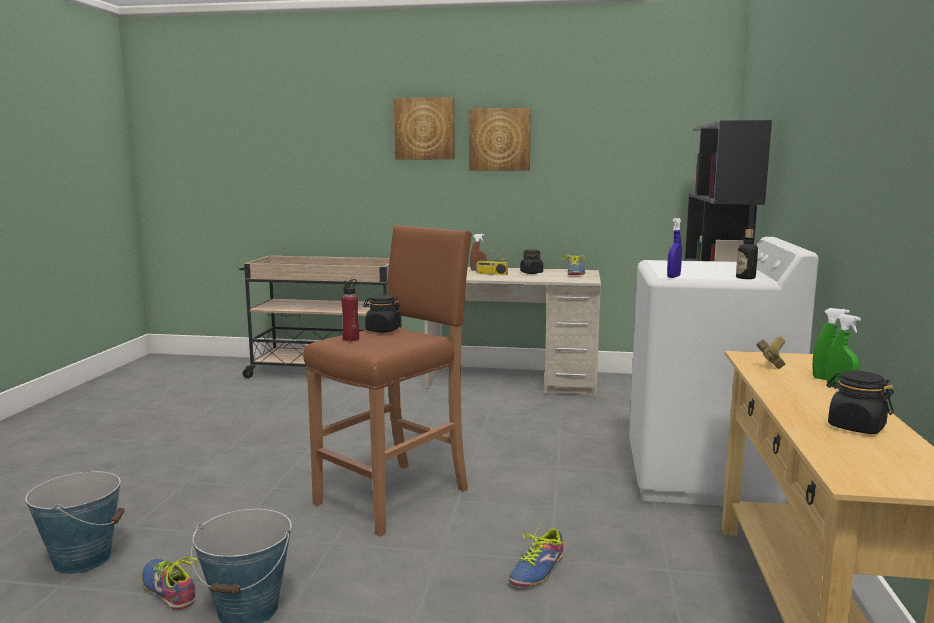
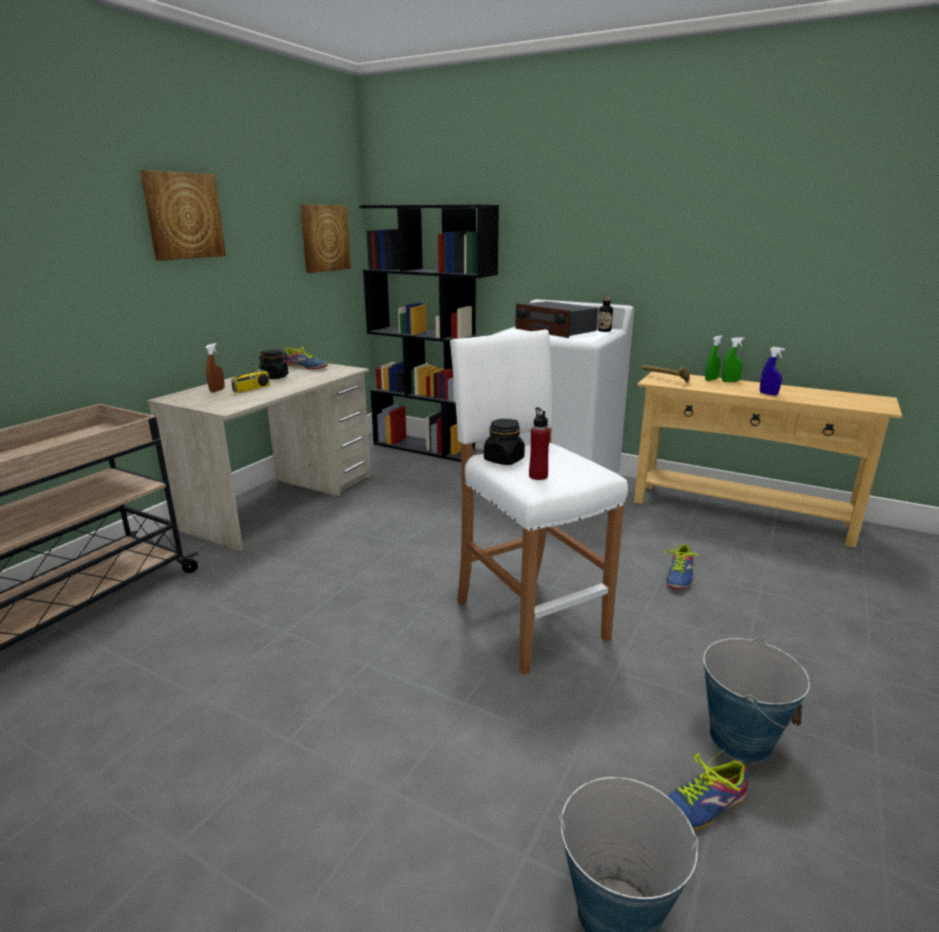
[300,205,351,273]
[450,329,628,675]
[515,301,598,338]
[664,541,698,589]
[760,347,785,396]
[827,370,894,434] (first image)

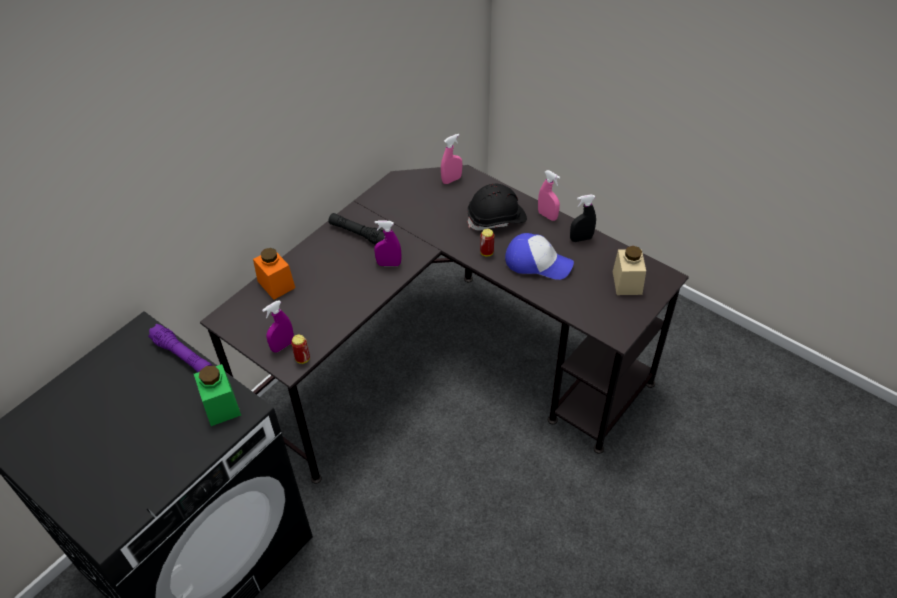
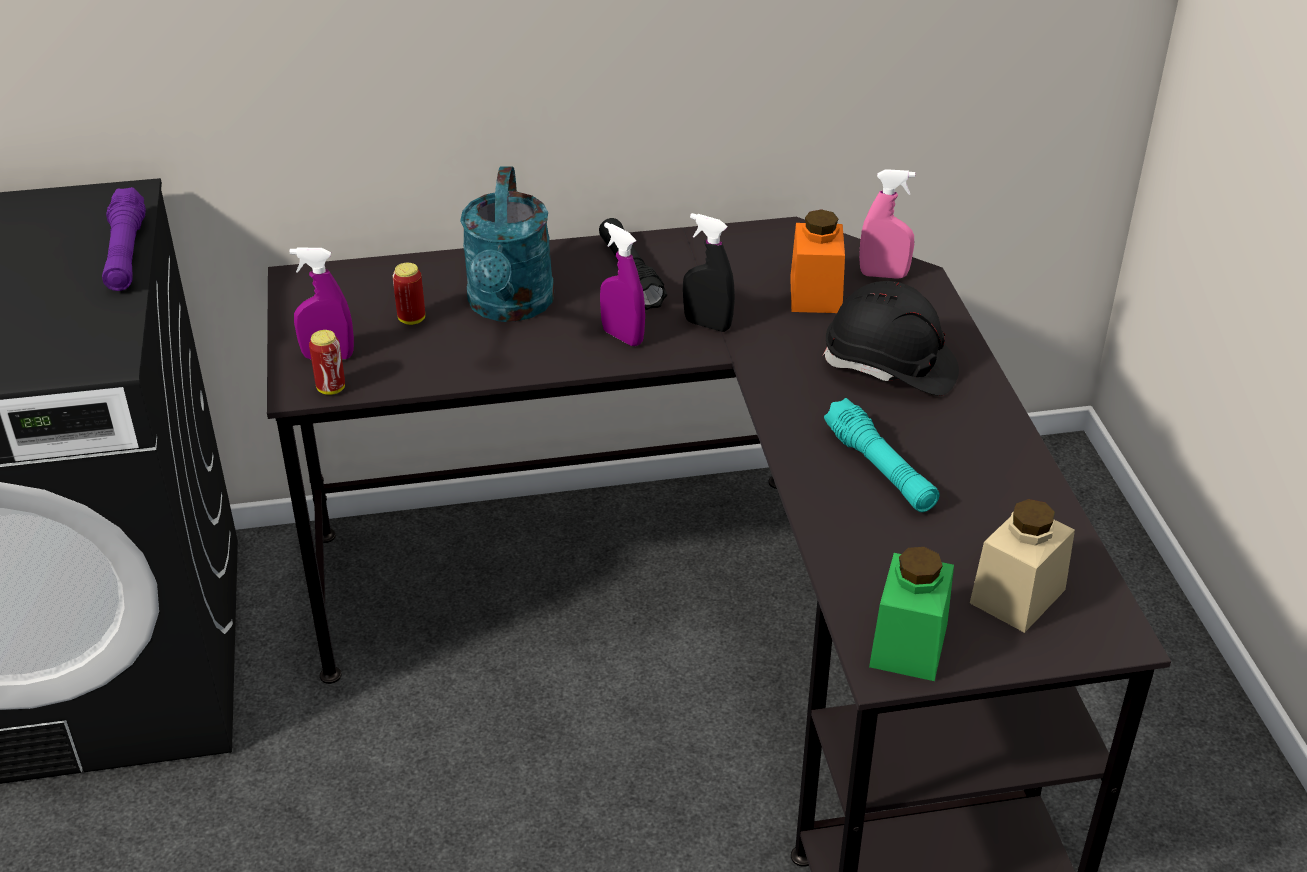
[393,263,425,325]
[460,166,554,322]
[683,213,735,332]
[790,209,845,313]
[824,398,940,512]
[869,547,954,681]
[538,170,560,221] (first image)

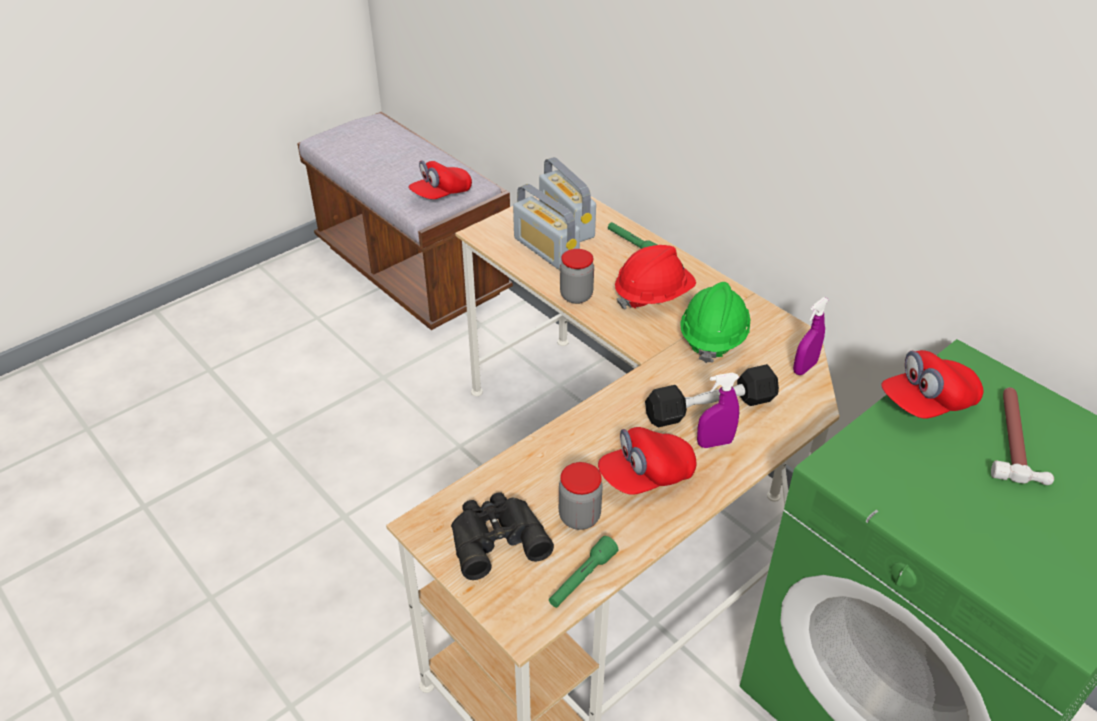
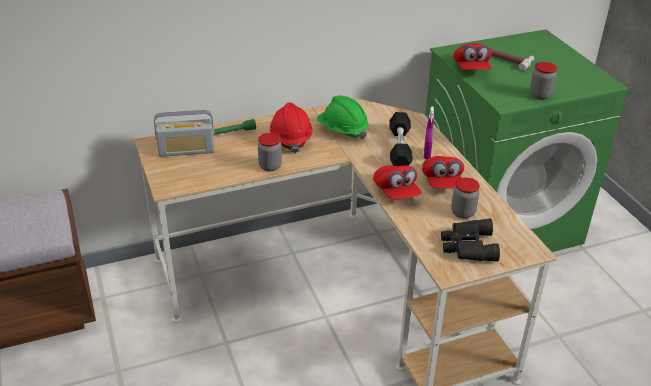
[373,165,422,200]
[530,62,557,100]
[513,184,580,270] (first image)
[549,536,619,608] (first image)
[793,297,829,375] (first image)

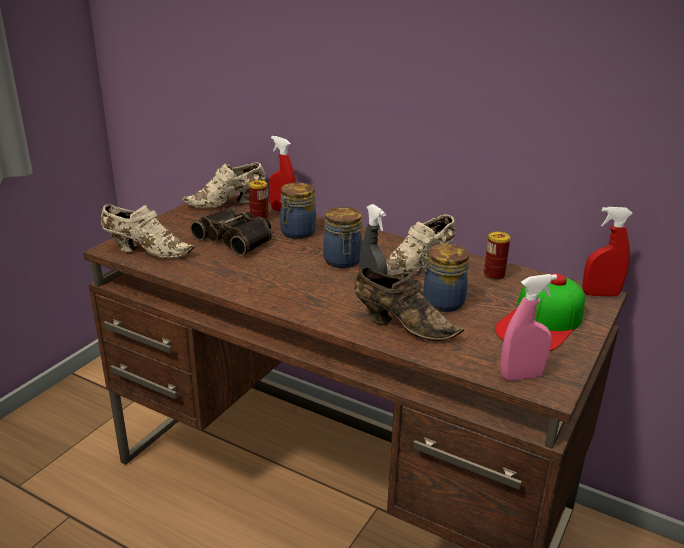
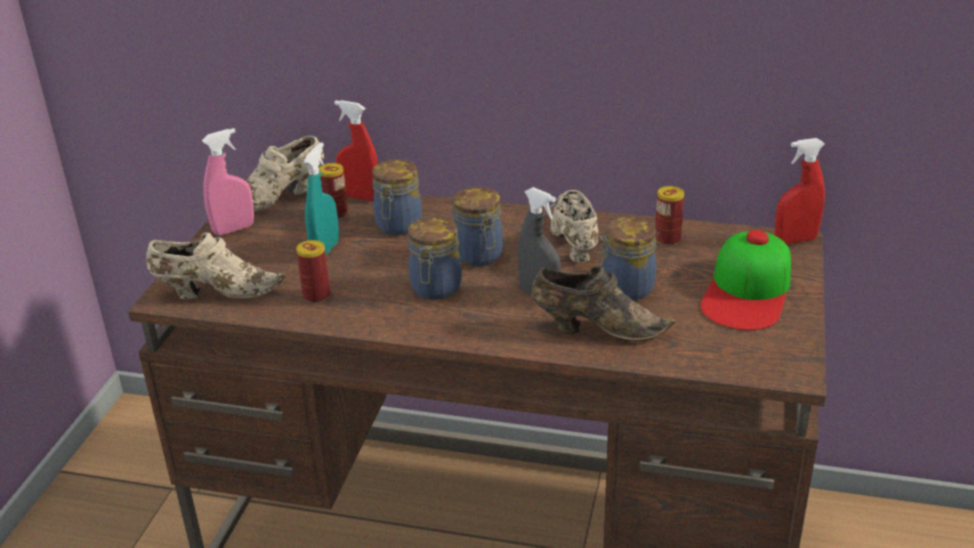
[202,128,254,235]
[296,240,331,303]
[304,142,339,255]
[408,216,462,300]
[550,190,599,263]

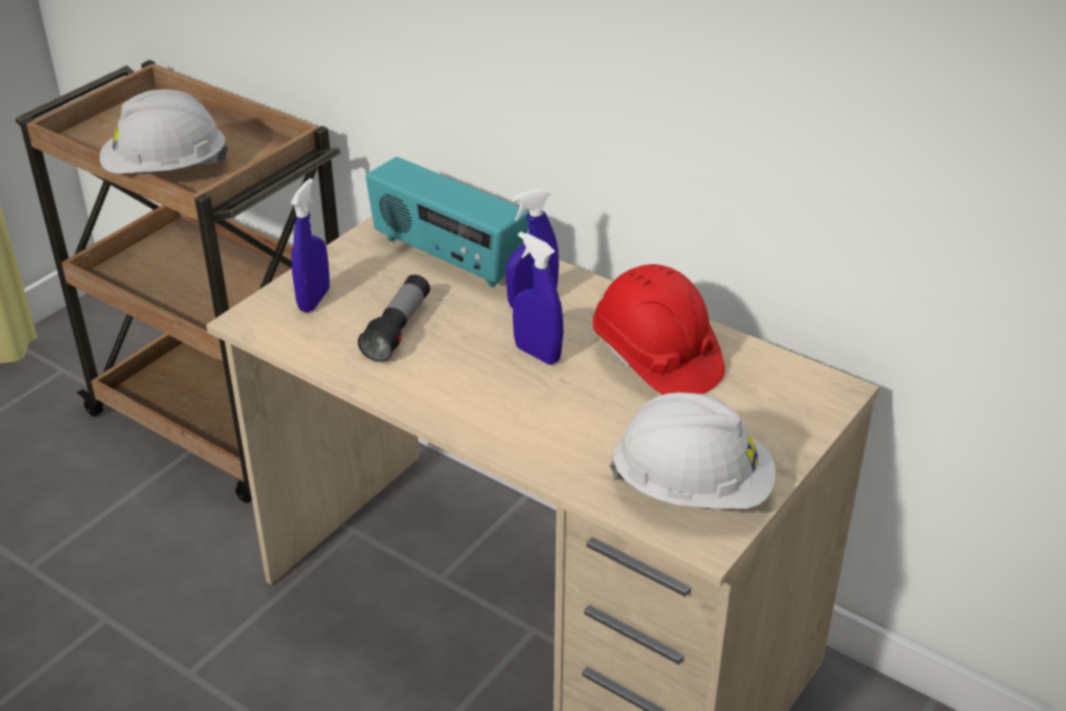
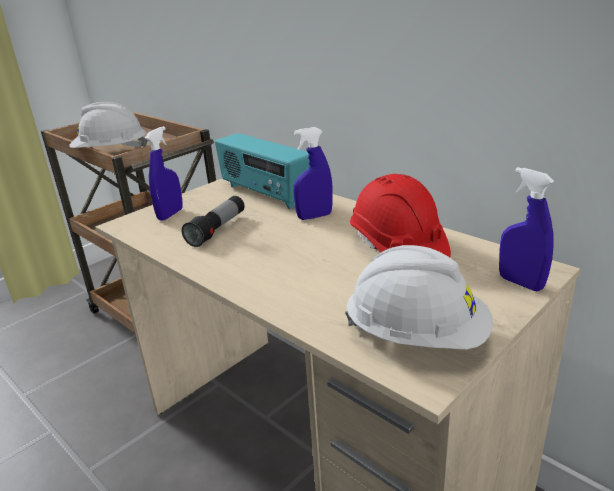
[499,167,554,292]

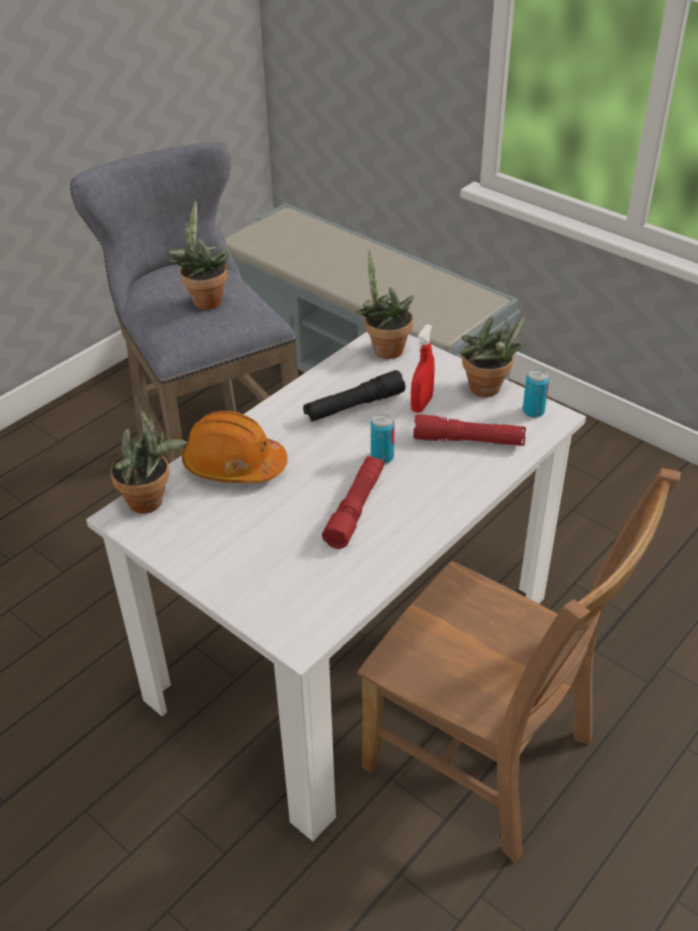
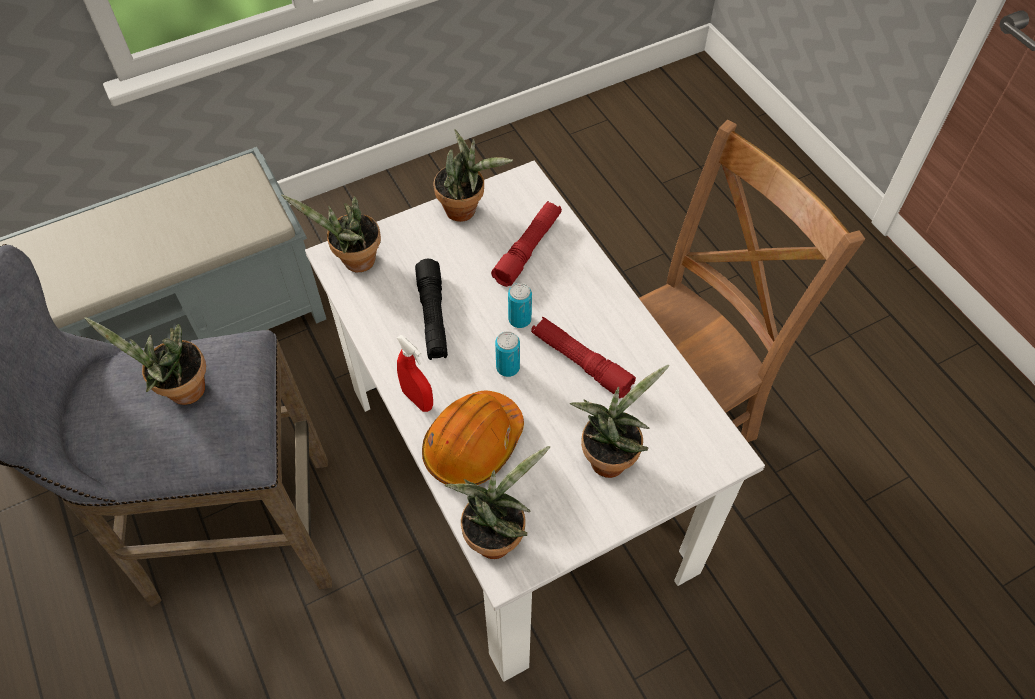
[397,335,433,412]
[495,331,520,377]
[570,365,669,478]

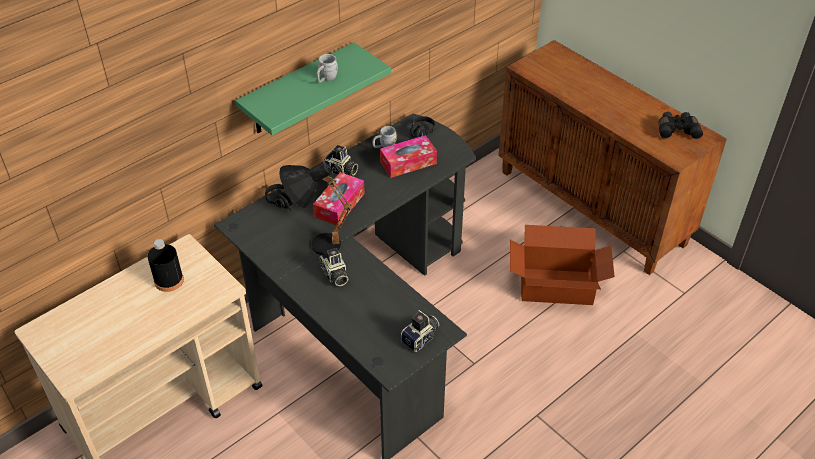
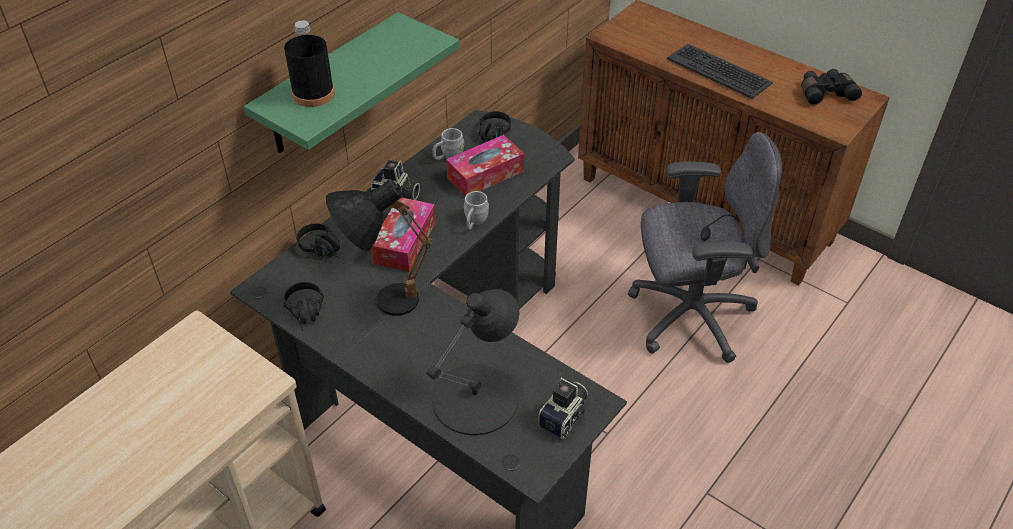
[283,282,324,331]
[284,20,335,107]
[426,289,519,435]
[464,191,489,229]
[628,132,782,363]
[667,44,773,99]
[319,248,348,286] (first image)

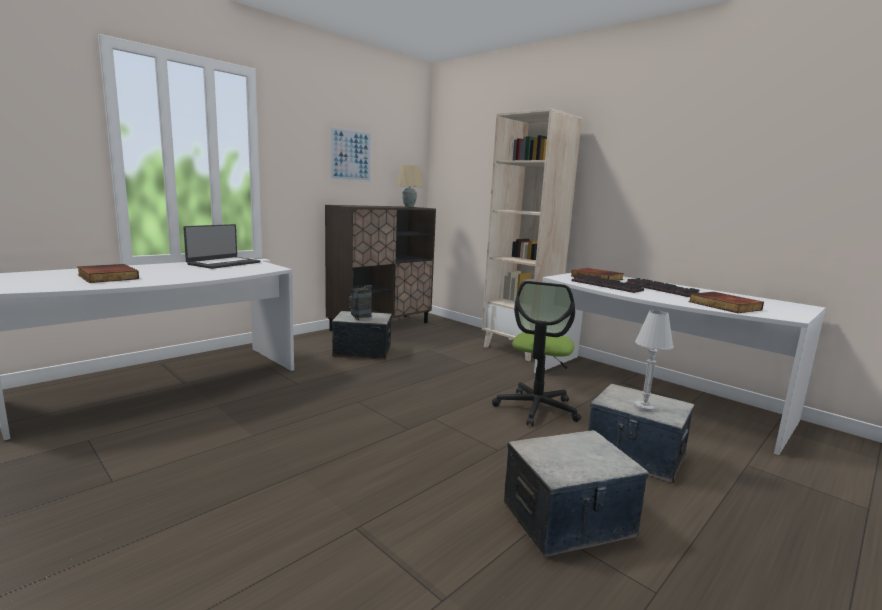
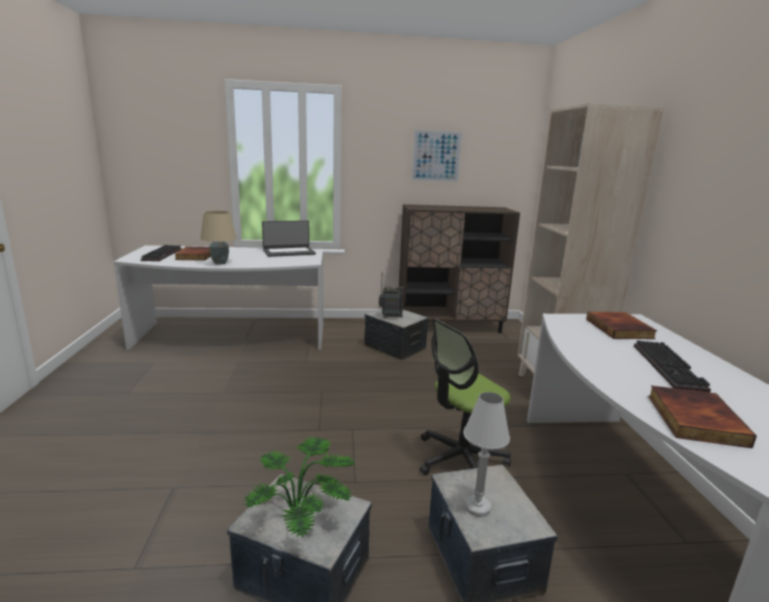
[141,245,182,261]
[200,211,236,265]
[244,437,356,537]

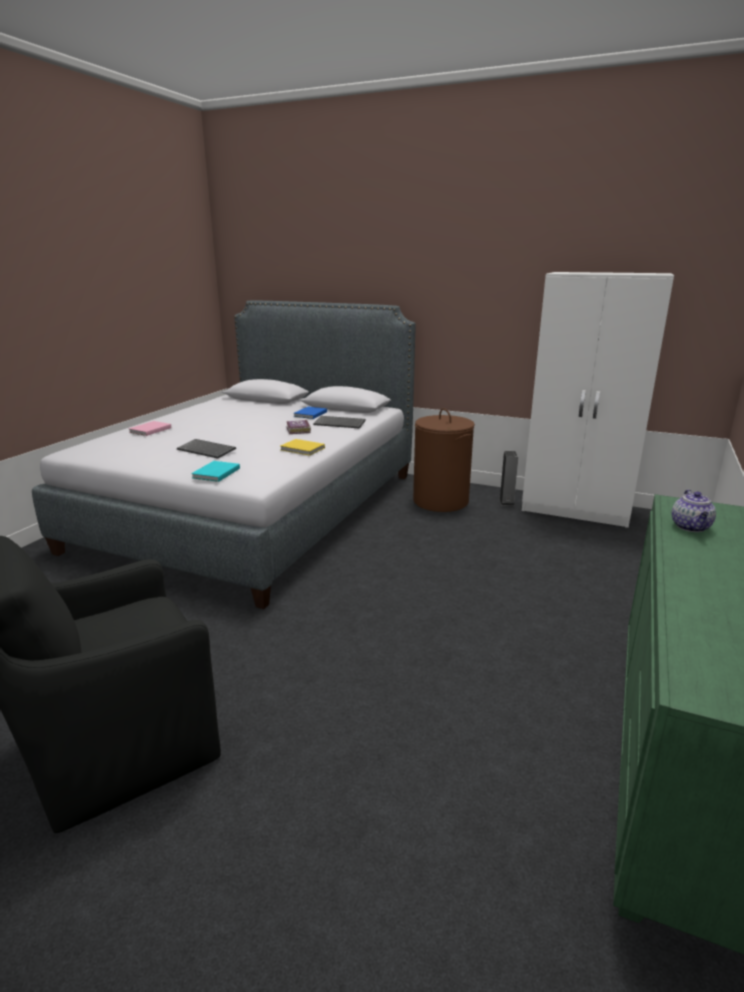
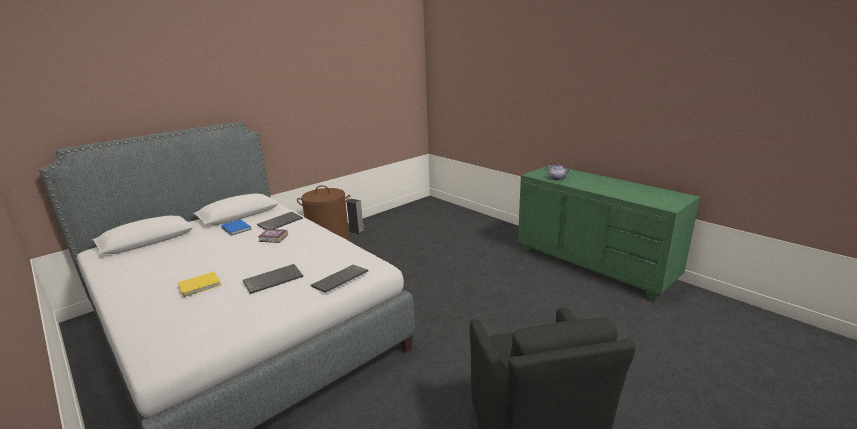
[178,272,221,297]
[311,265,368,293]
[128,421,172,436] (first image)
[522,272,674,528] (first image)

